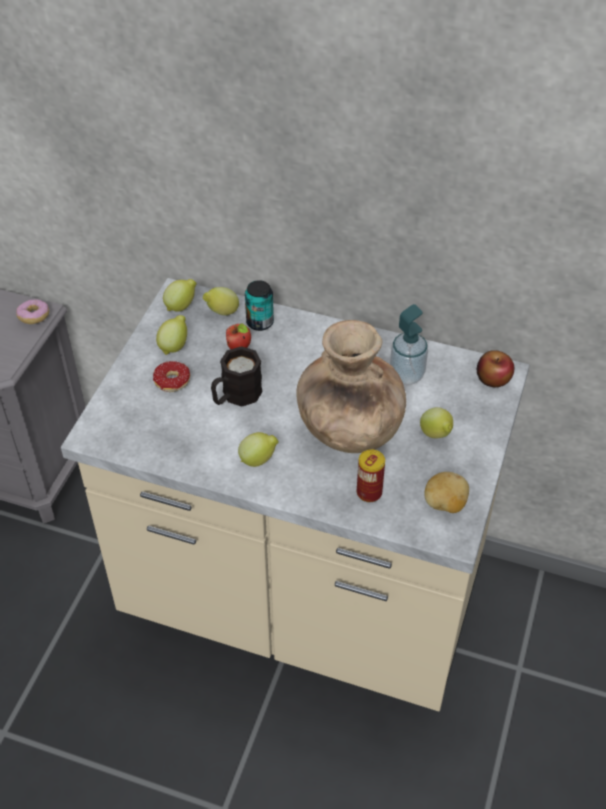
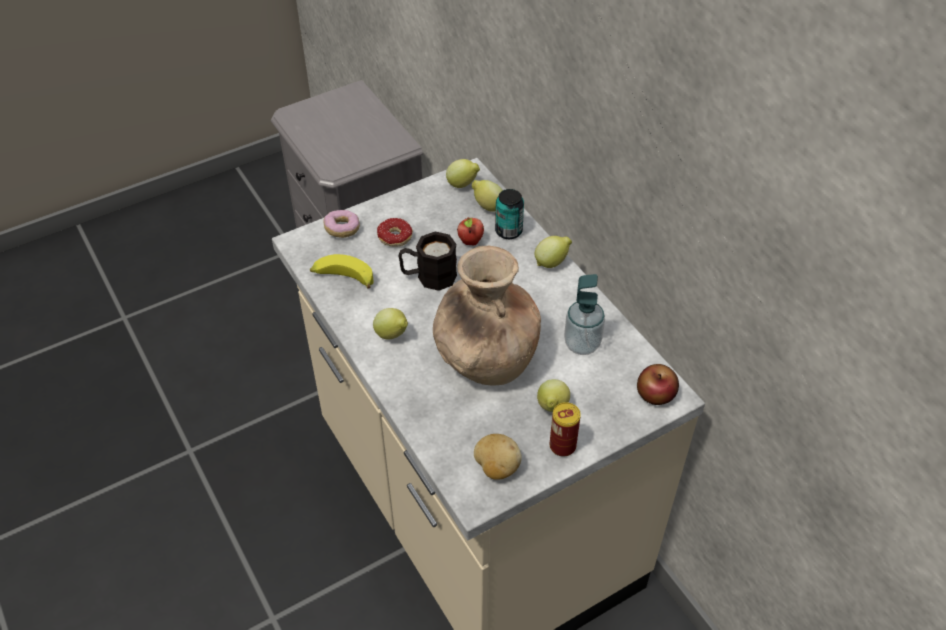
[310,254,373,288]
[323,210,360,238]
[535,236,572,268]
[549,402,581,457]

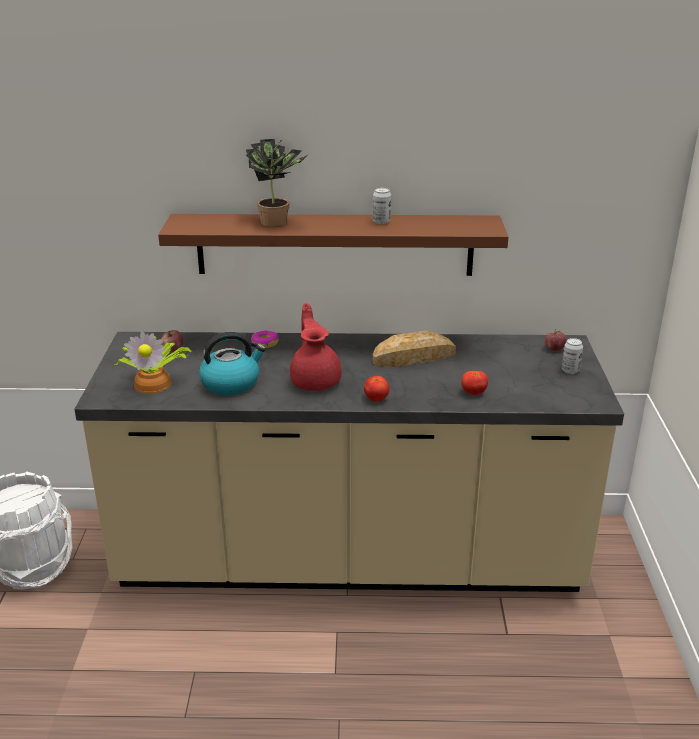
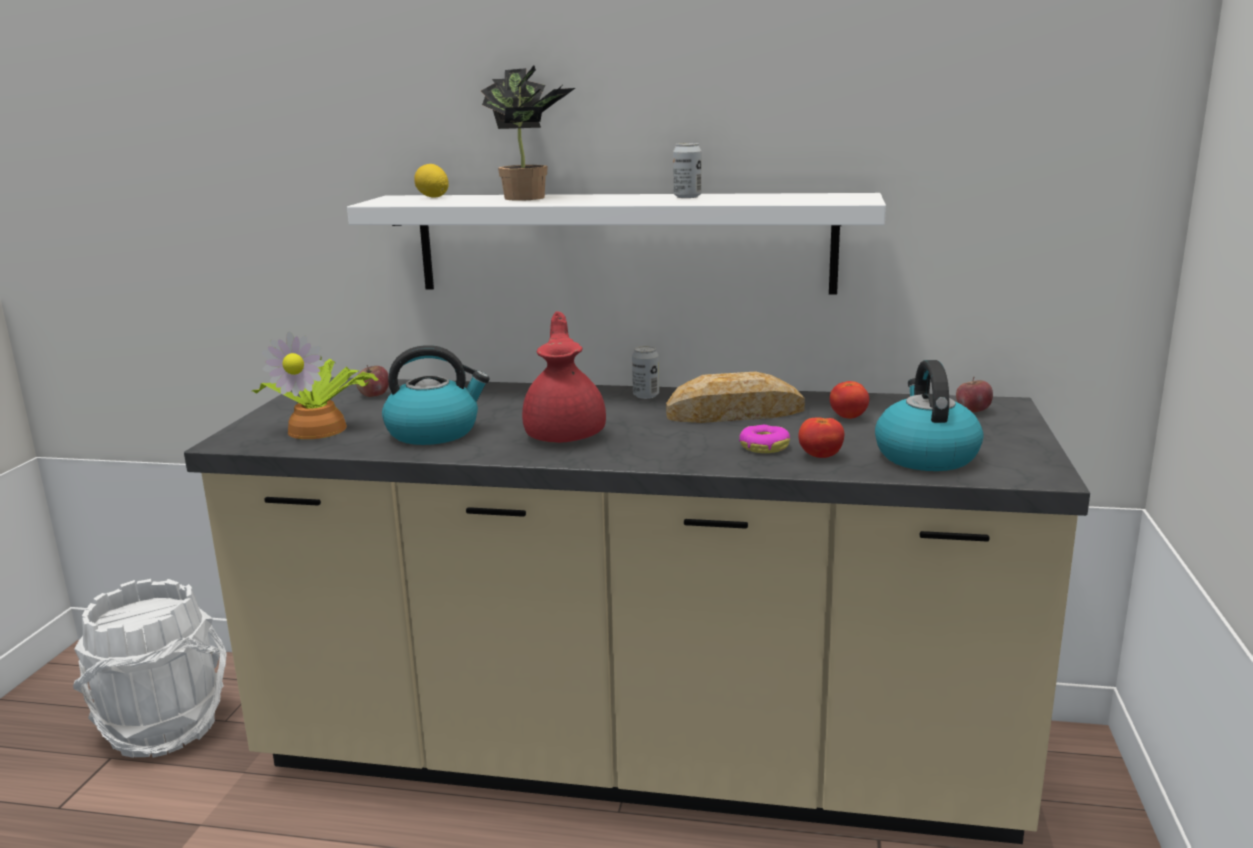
[347,193,886,295]
[414,164,449,198]
[632,346,659,399]
[739,425,790,453]
[830,381,869,419]
[875,360,983,471]

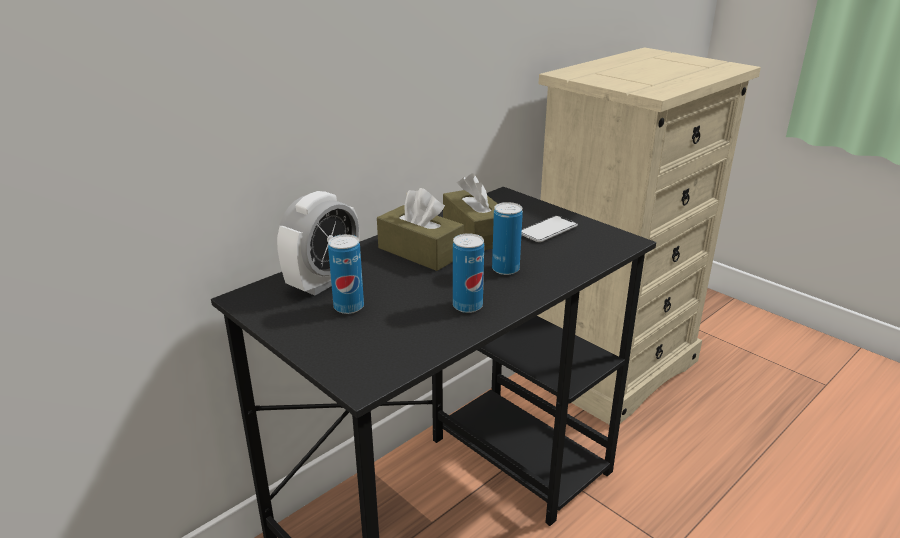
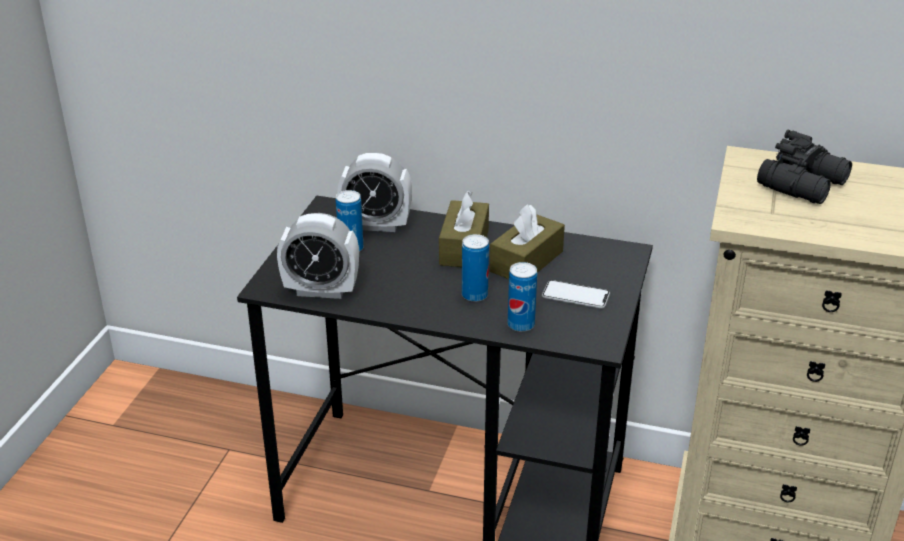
[277,213,359,299]
[508,262,537,332]
[757,130,852,204]

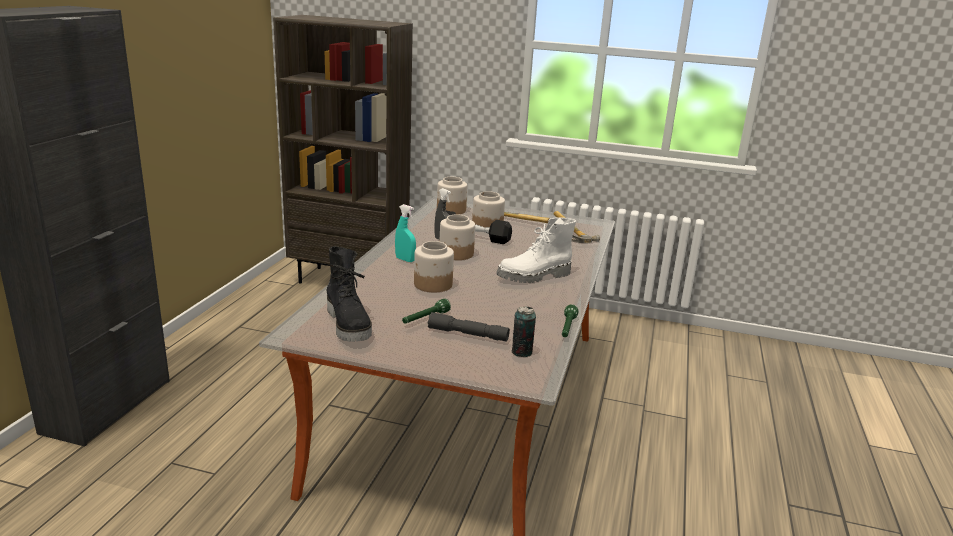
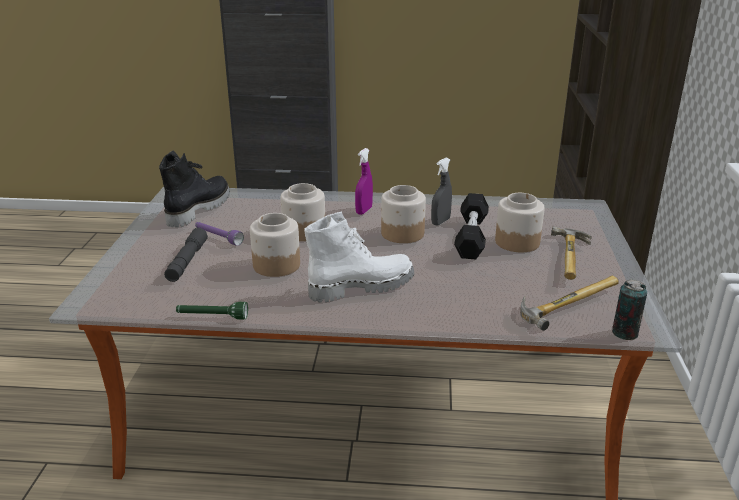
[159,150,230,228]
[195,222,244,246]
[250,213,300,277]
[304,212,414,303]
[355,148,373,215]
[612,279,647,340]

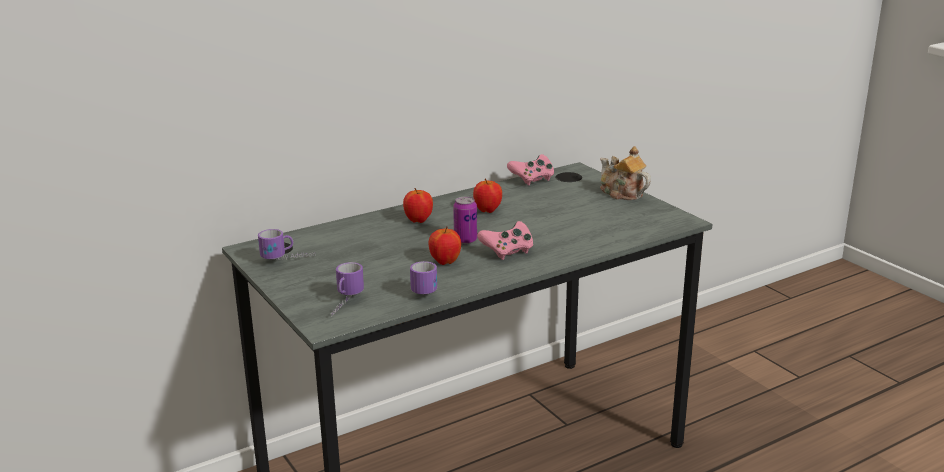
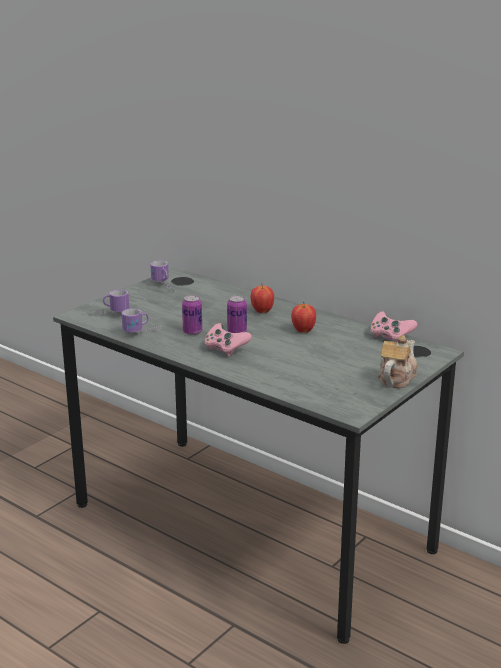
[182,295,202,335]

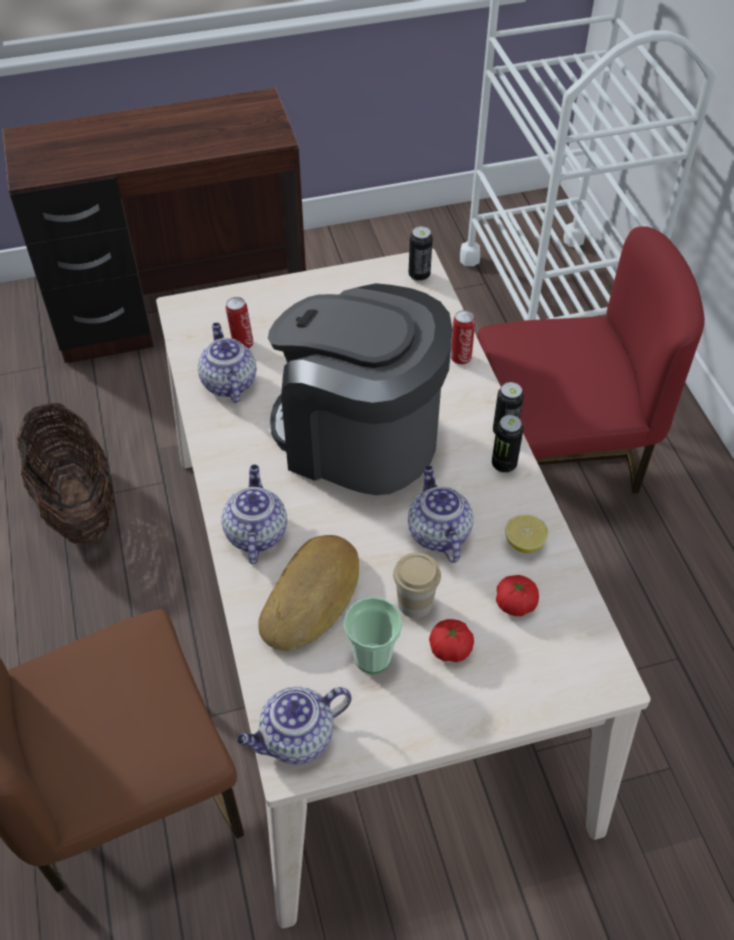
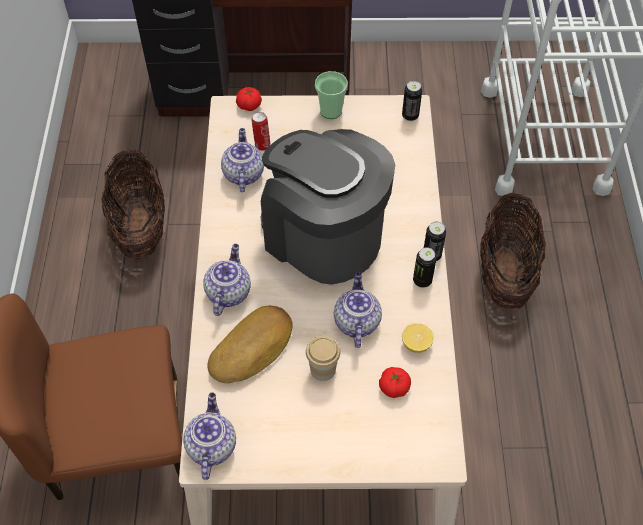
[183,392,236,480]
[236,87,262,111]
[315,71,348,119]
[480,193,546,309]
[451,310,475,365] (first image)

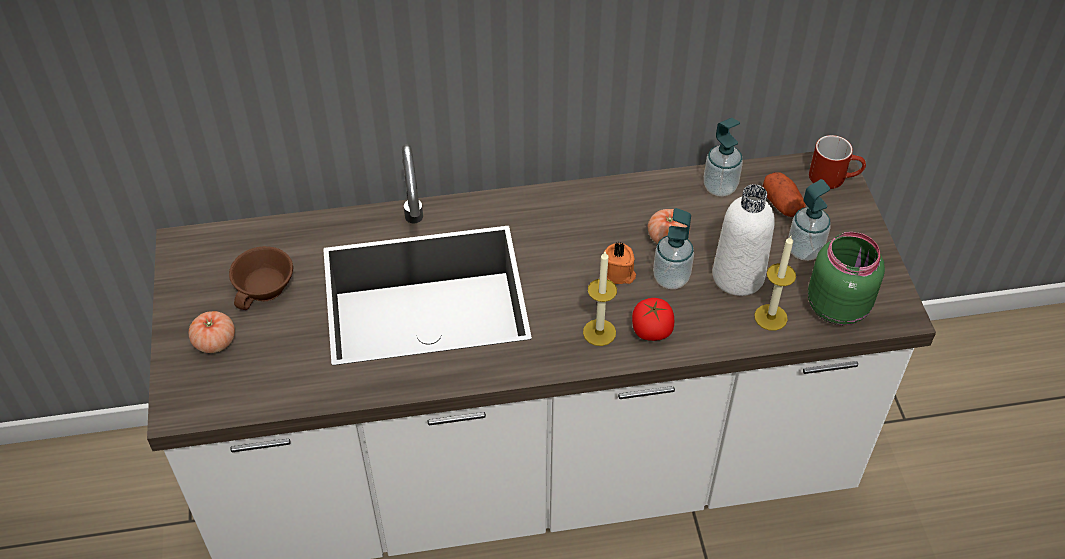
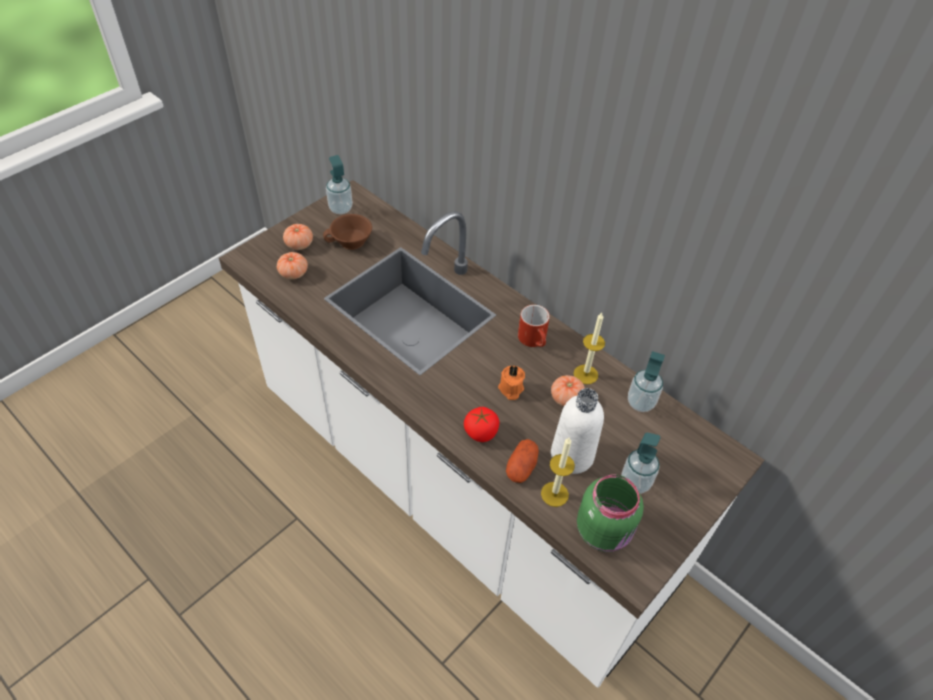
[277,252,308,279]
[326,155,353,214]
[506,439,539,483]
[518,305,550,347]
[574,313,605,384]

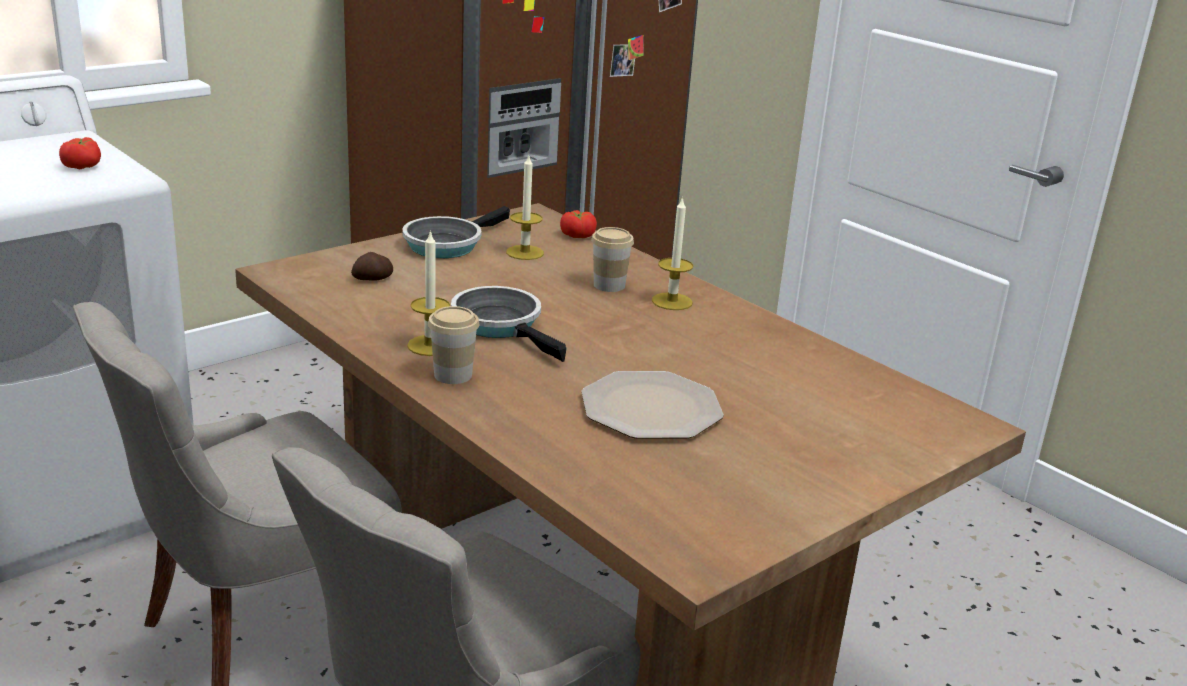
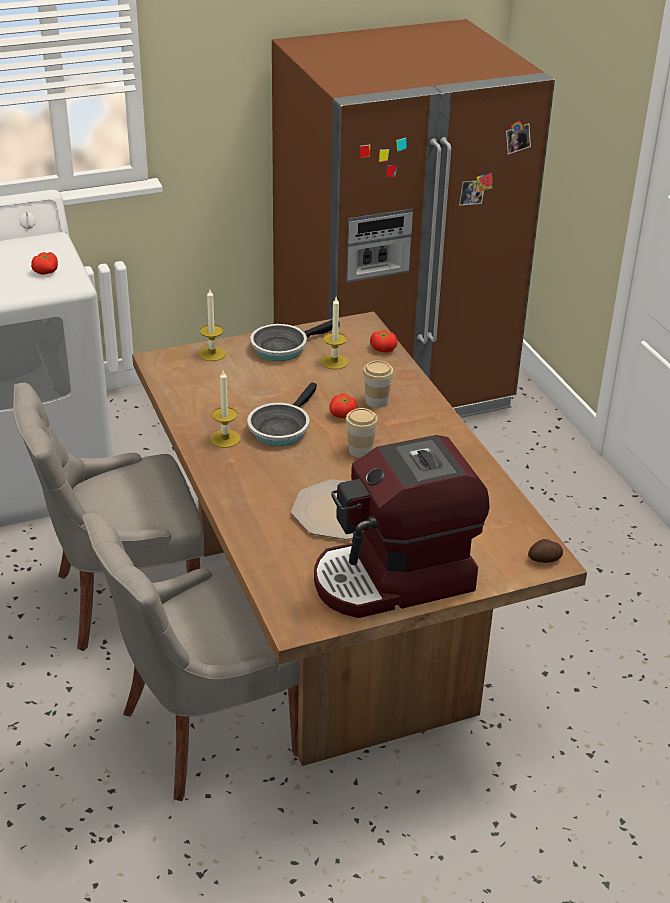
[199,289,226,361]
[247,382,317,446]
[314,435,490,618]
[329,393,358,418]
[345,408,378,458]
[528,539,563,563]

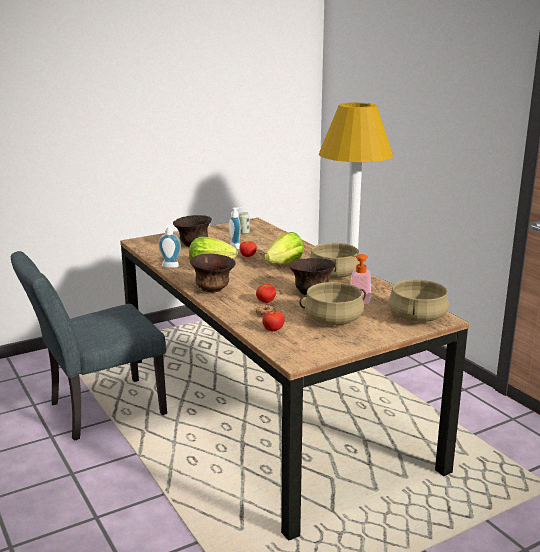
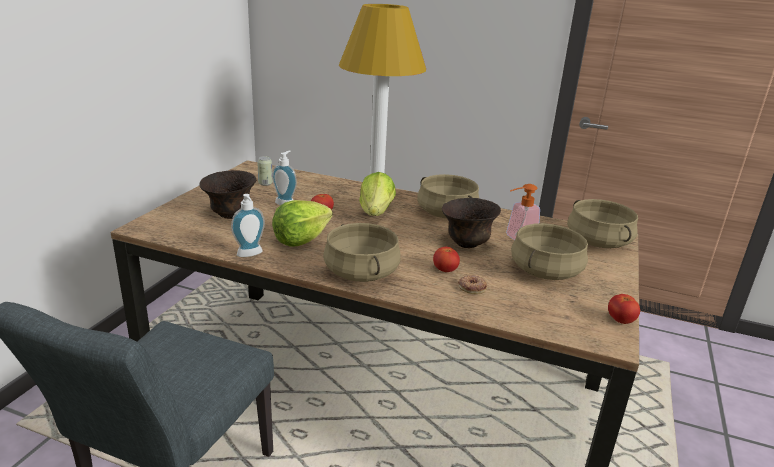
[323,223,401,282]
[608,294,640,324]

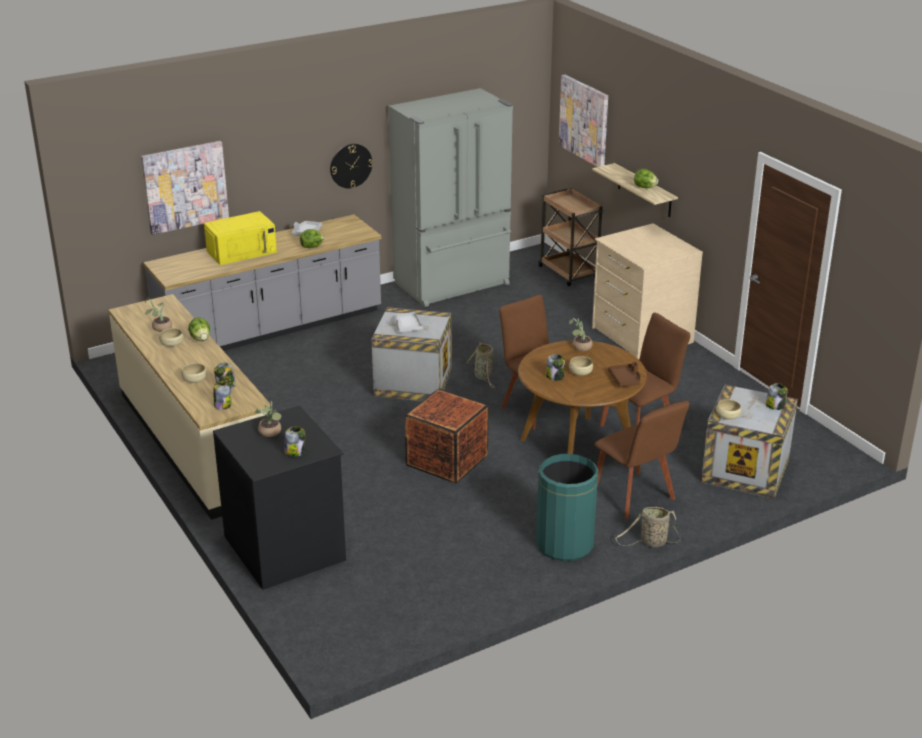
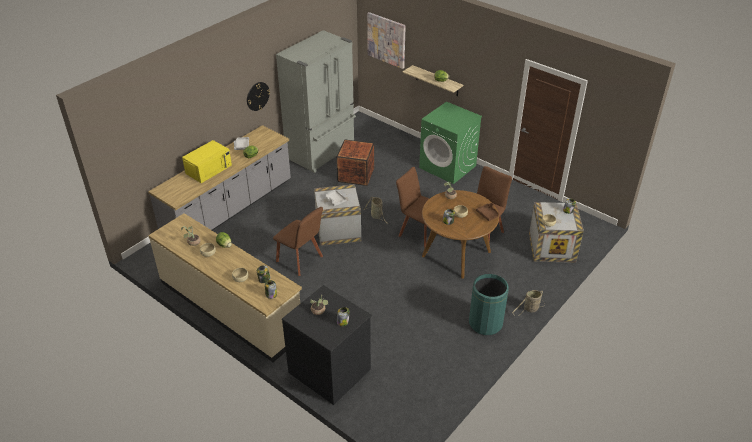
[273,207,323,276]
[337,140,374,186]
[419,102,482,184]
[141,141,229,235] (first image)
[538,188,604,286] (first image)

